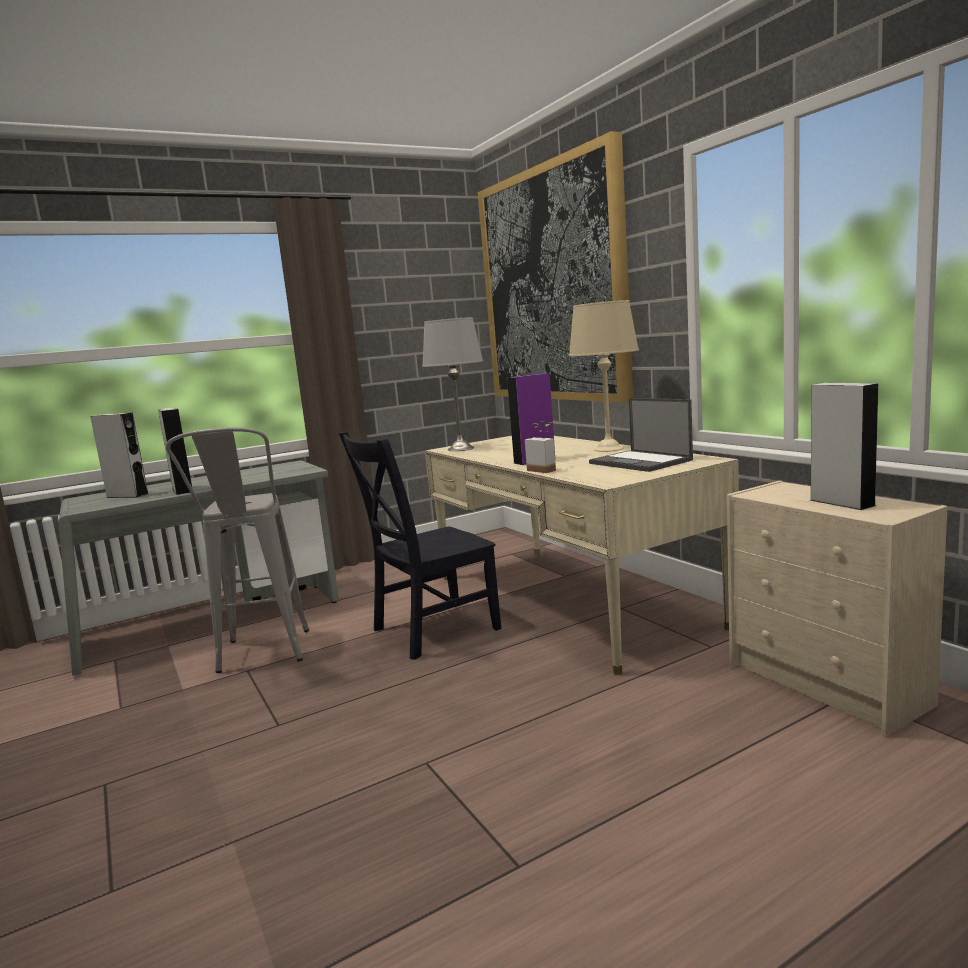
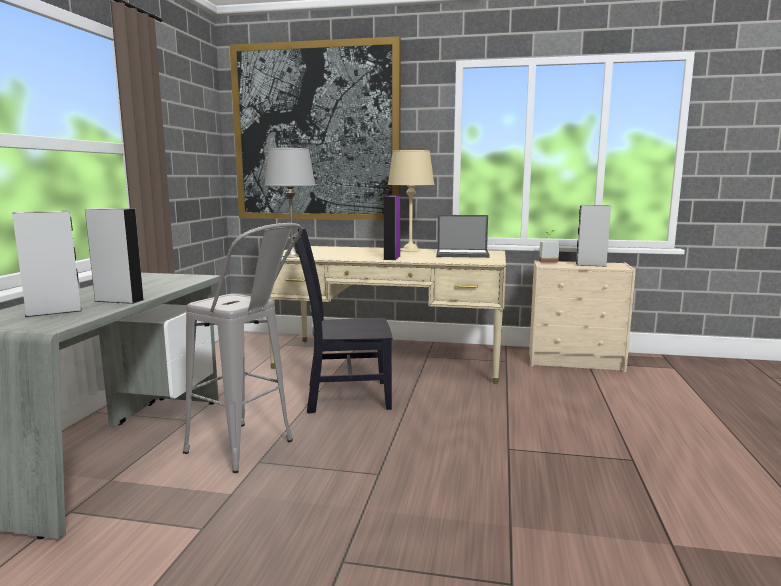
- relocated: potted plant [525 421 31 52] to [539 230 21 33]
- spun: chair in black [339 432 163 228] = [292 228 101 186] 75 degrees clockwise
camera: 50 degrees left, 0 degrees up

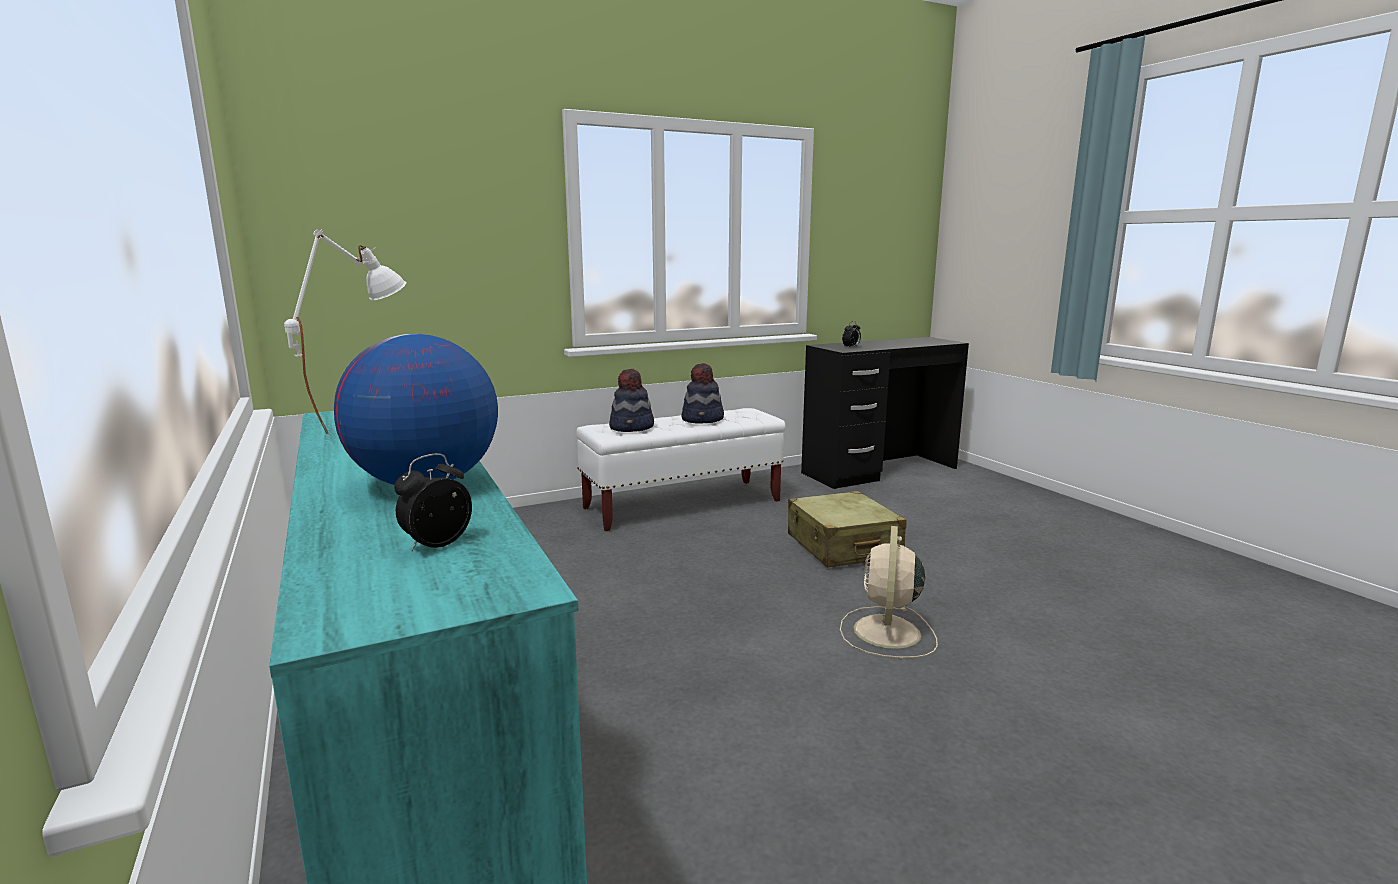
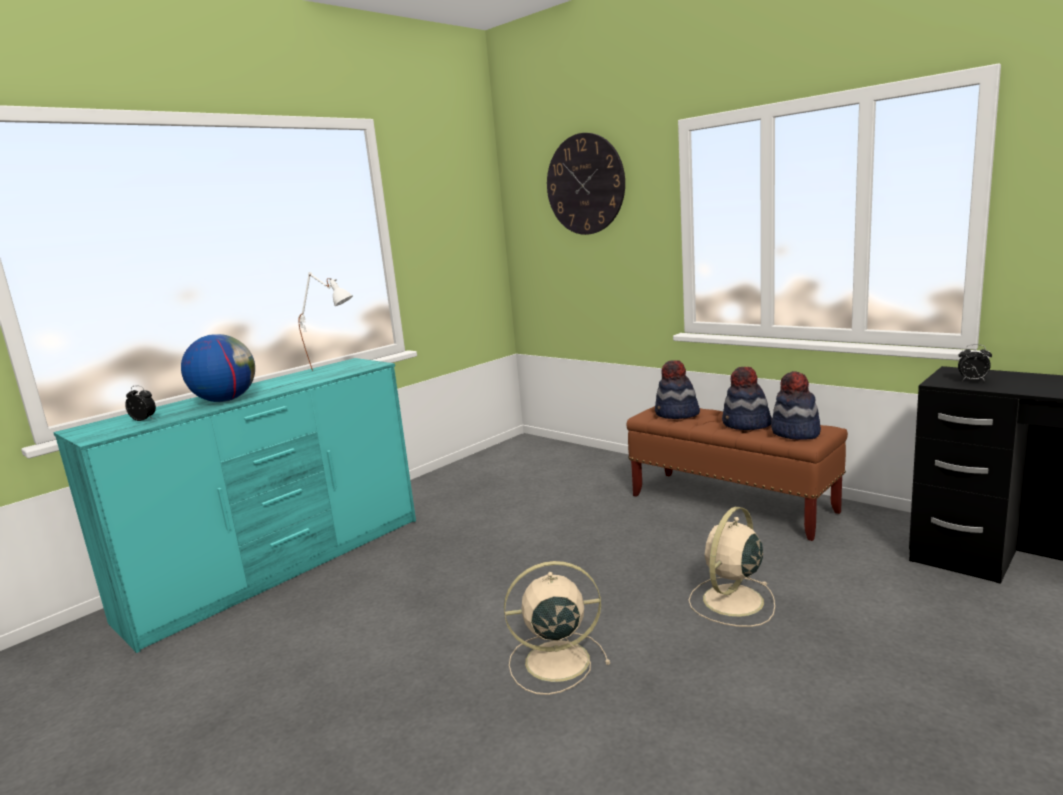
- appeared: wall clock [547 133 78 102]
- appeared: hat [771 371 50 69]
- exchanged: suitcase in beige [788 491 119 77] to fan in beige [689 507 86 120]
- colour: bench in white [576 408 210 123] to bench in brown [626 406 222 135]
camera: 70 degrees right, 0 degrees up

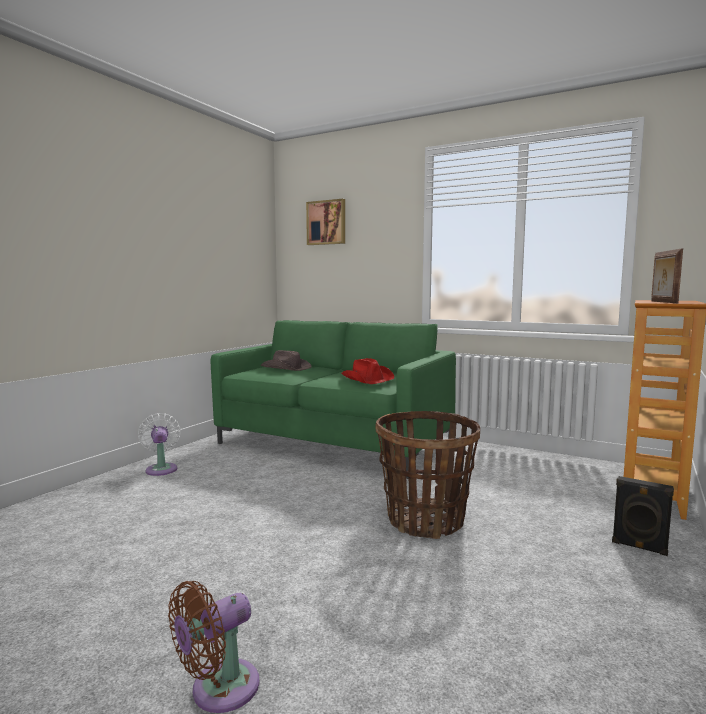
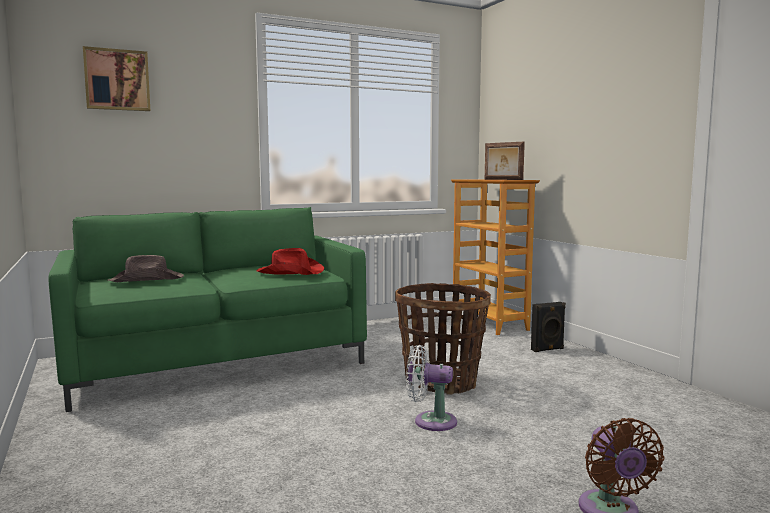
- relocated: fan in white [138 413 42 63] to [406 345 51 86]
camera: 55 degrees left, 0 degrees up

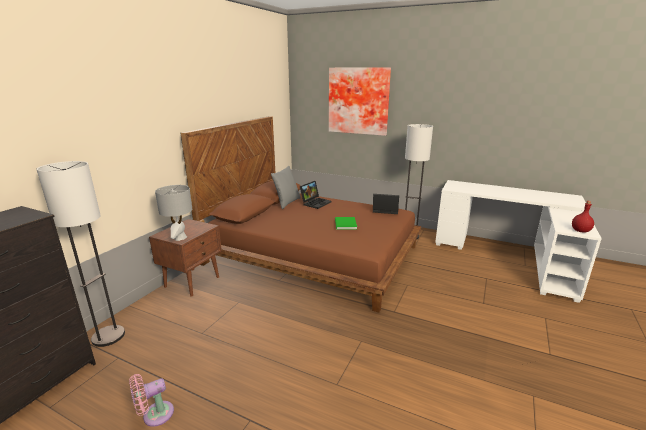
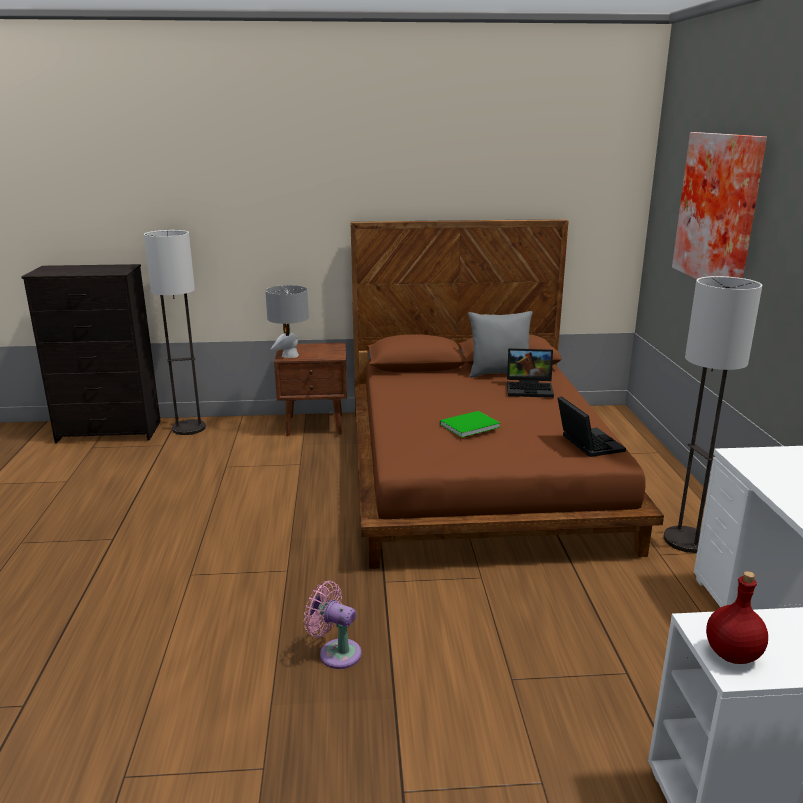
- relocated: fan in pink [129 374 45 53] to [304 581 58 88]
camera: 60 degrees right, 0 degrees up

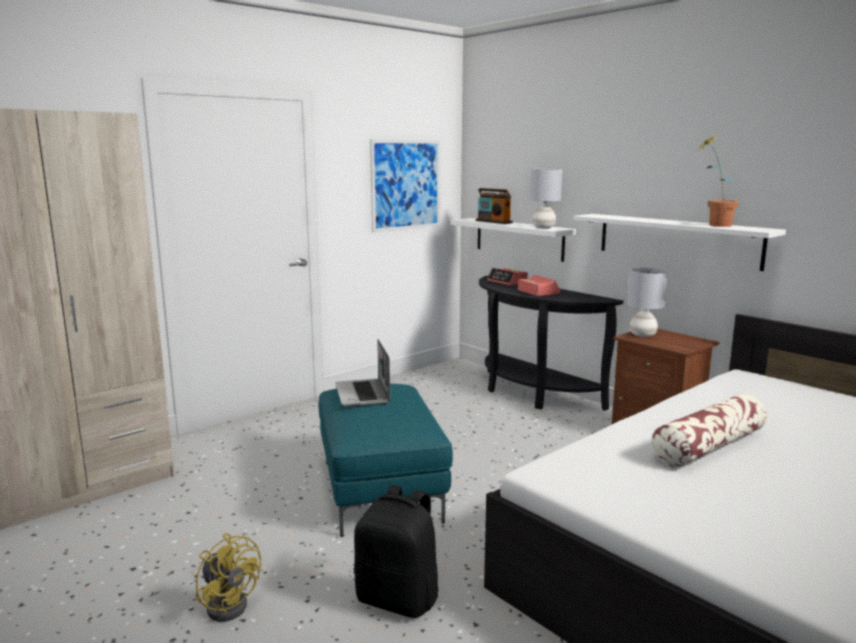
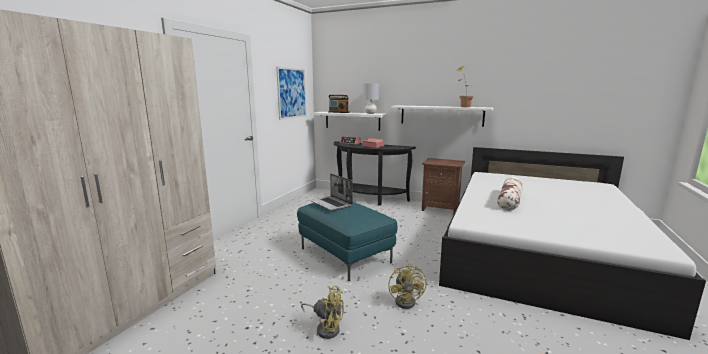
- missing: table lamp in grey [627 267 40 70]
- exchanged: backpack in black [354 485 85 133] to fan in yellow [388 264 39 45]
camera: 25 degrees left, 0 degrees up

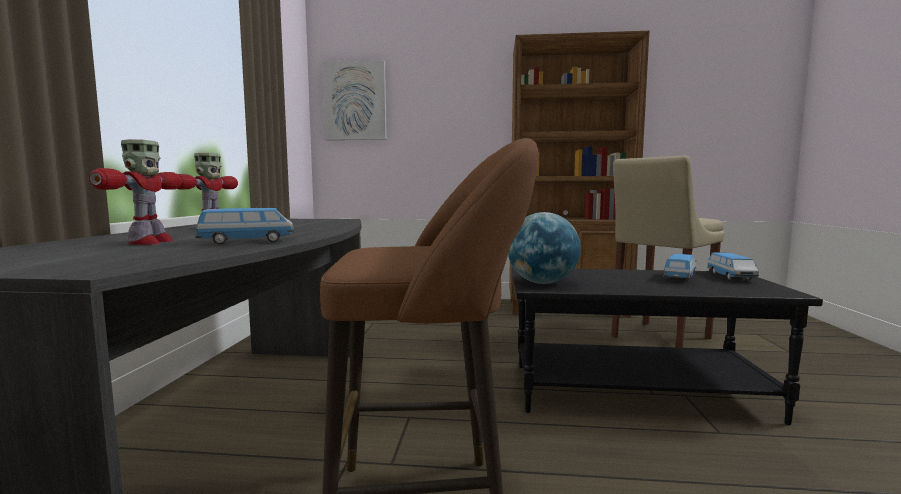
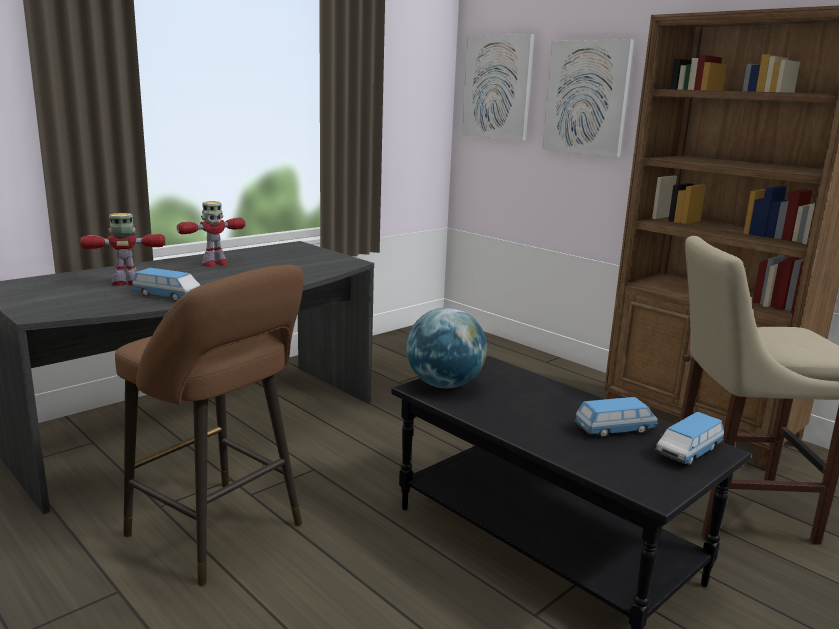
- appeared: picture [542 39 92 118]
- spun: toy robot [88 139 94 106] = [80 213 85 73] 150 degrees counterclockwise
camera: 40 degrees right, 10 degrees up

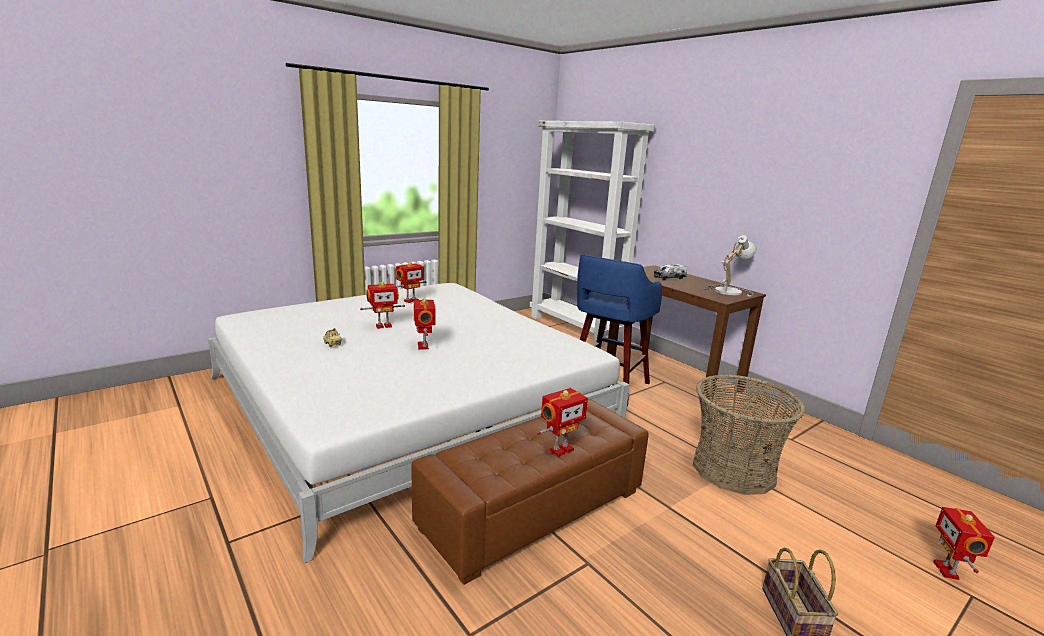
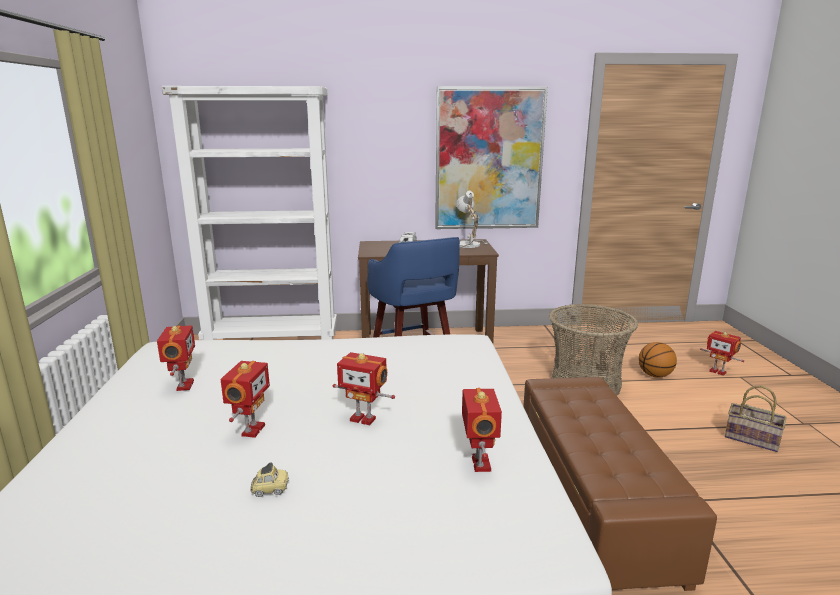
- appeared: picture [435 87 113 142]
- appeared: basketball [639 342 38 36]
- relocated: toy robot [537 388 51 69] to [462 388 40 84]
camera: 55 degrees left, 0 degrees up

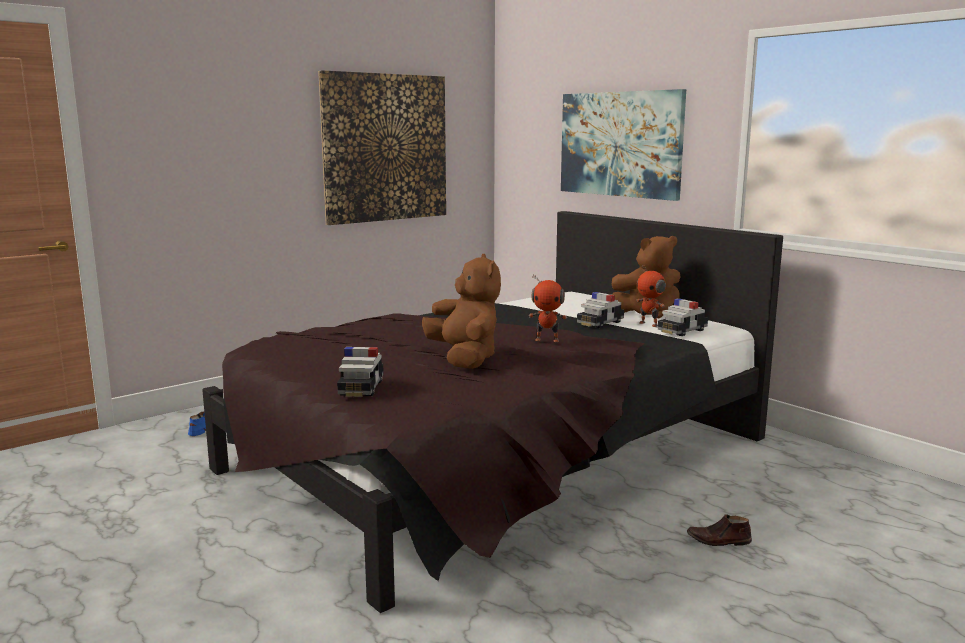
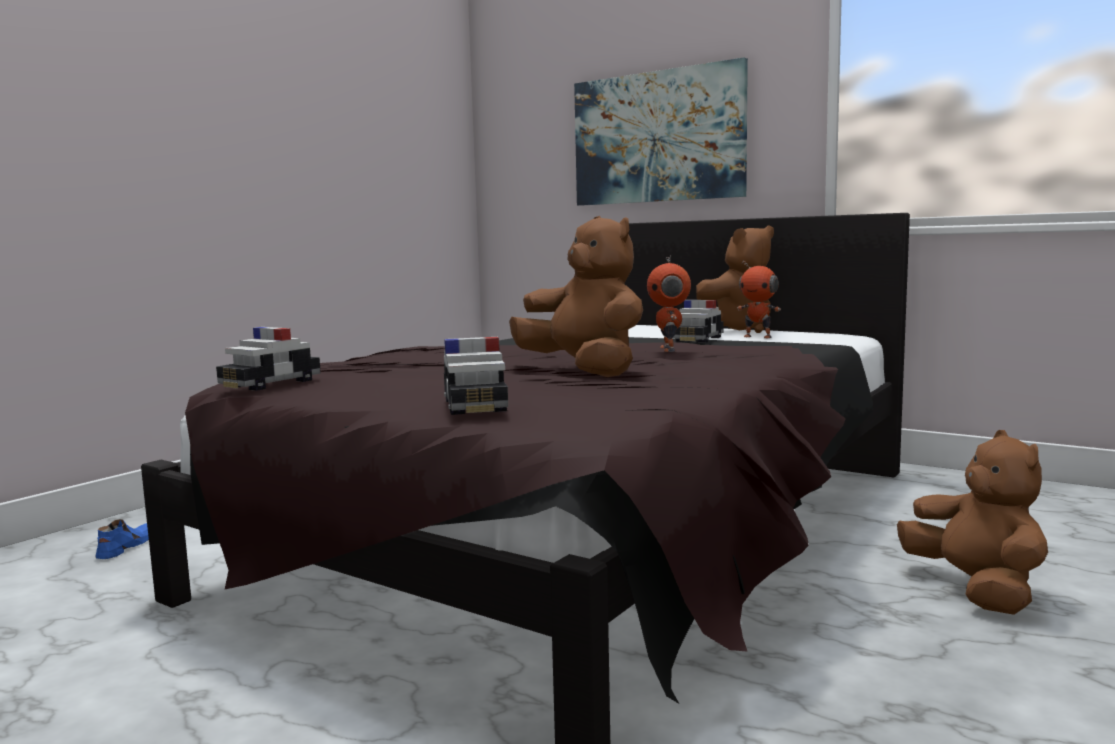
- missing: picture [318 70 128 155]
- relocated: toy car [658 298 50 38] to [216 327 105 64]
- exchanged: shoe in brown [687 514 65 32] to plush toy in brown [897 430 151 185]
- spun: toy robot [529 274 38 68] = [647 256 44 96] 90 degrees clockwise
camera: 15 degrees left, 5 degrees down

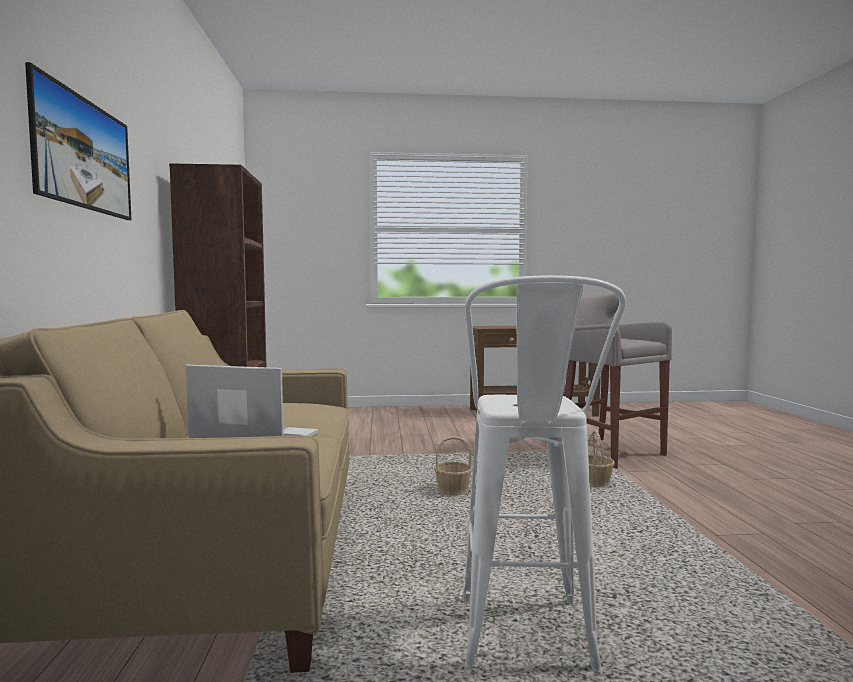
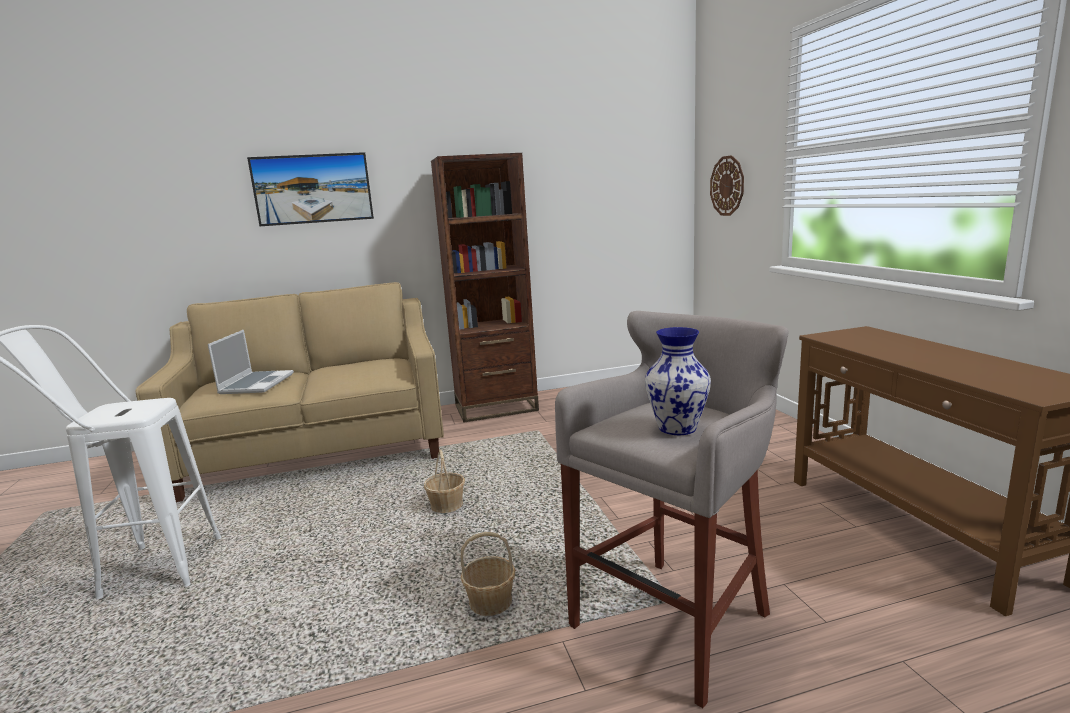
- appeared: vase [645 327 66 108]
- appeared: wall clock [710 155 34 61]
camera: 80 degrees right, 10 degrees up

